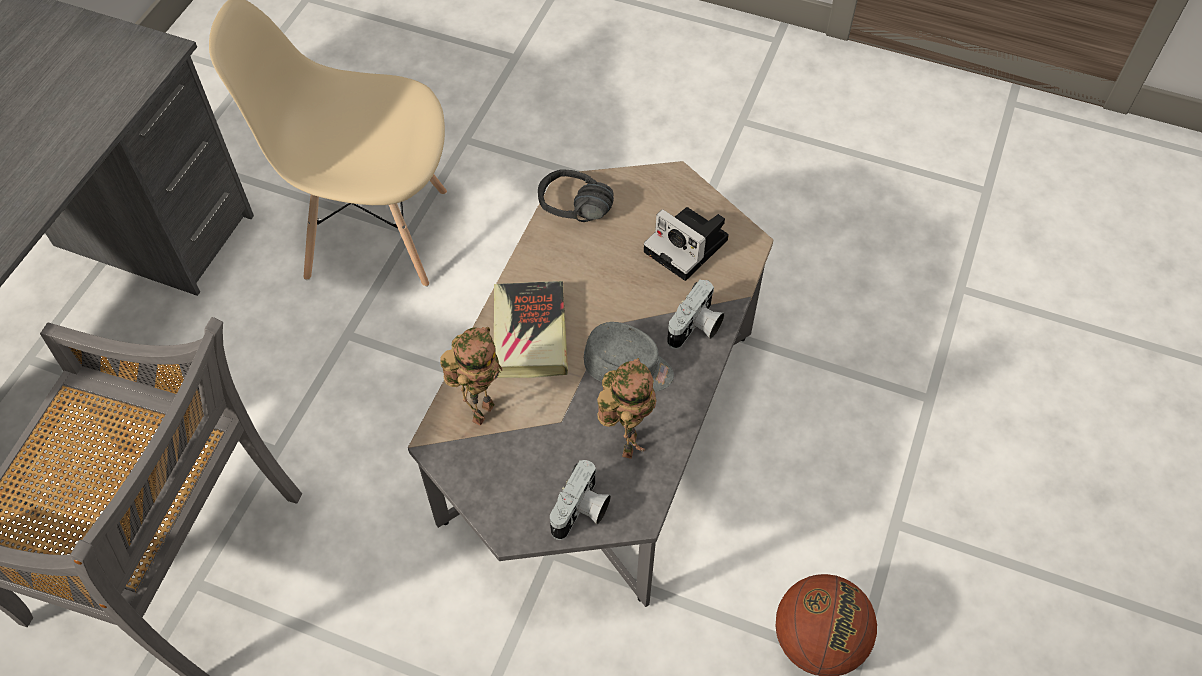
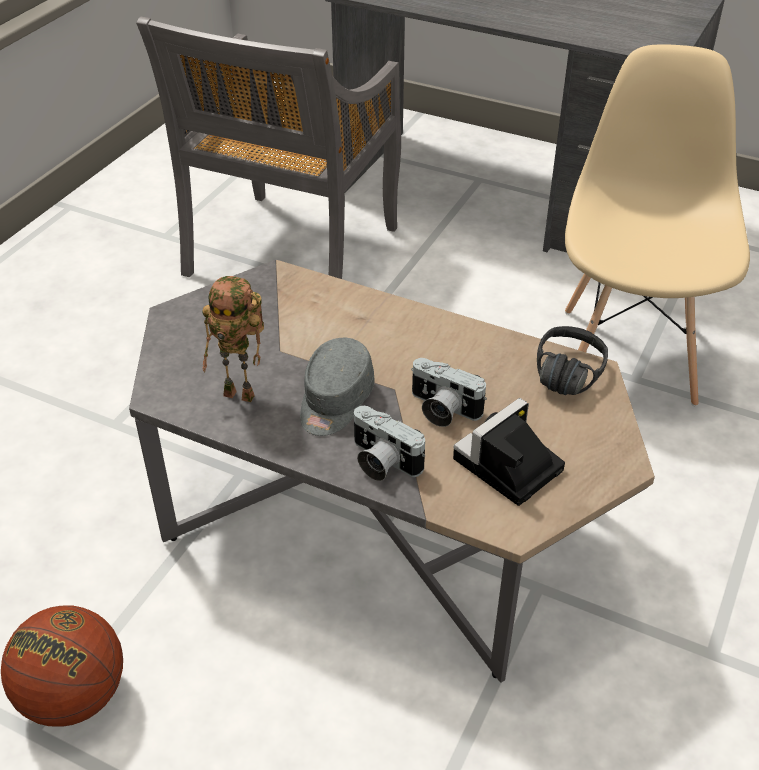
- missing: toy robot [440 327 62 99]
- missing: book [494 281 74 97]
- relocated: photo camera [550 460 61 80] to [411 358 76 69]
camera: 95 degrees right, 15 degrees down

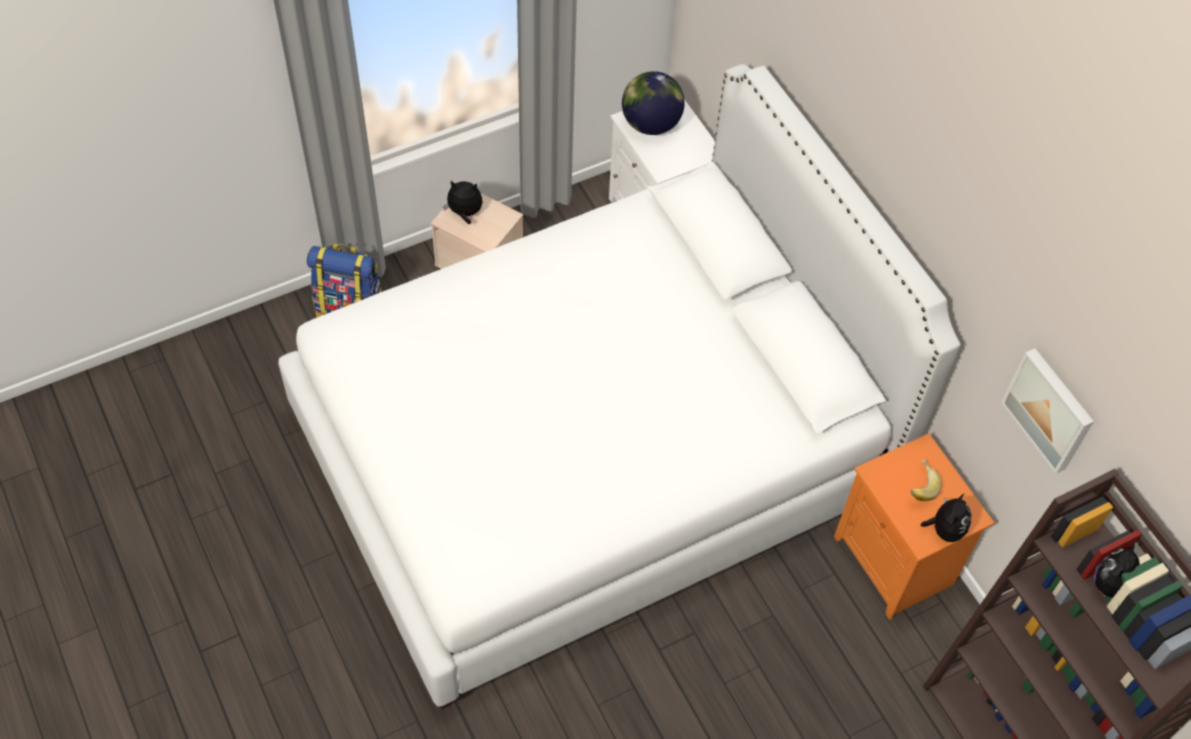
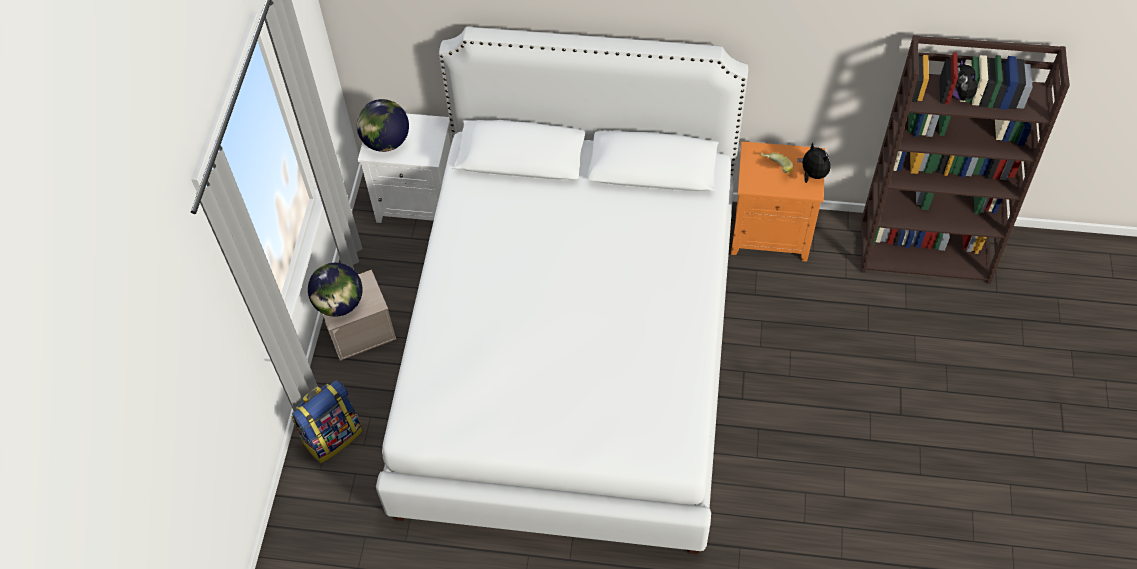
- missing: picture [1001 348 93 126]
- exchanged: plush toy [443 181 39 43] to globe [308 263 55 54]
camera: 50 degrees left, 0 degrees up

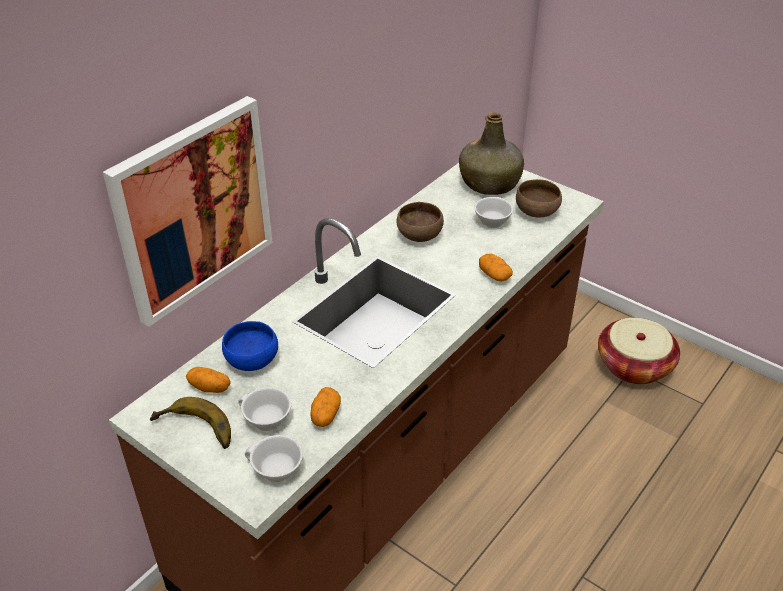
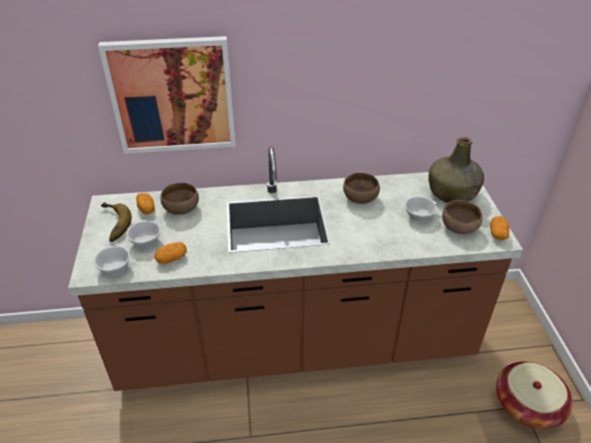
- relocated: potato [479 254 34 28] to [490 216 19 24]
- colour: bowl in blue [222 321 56 50] to bowl in brown [160 183 39 32]
camera: 45 degrees right, 0 degrees up

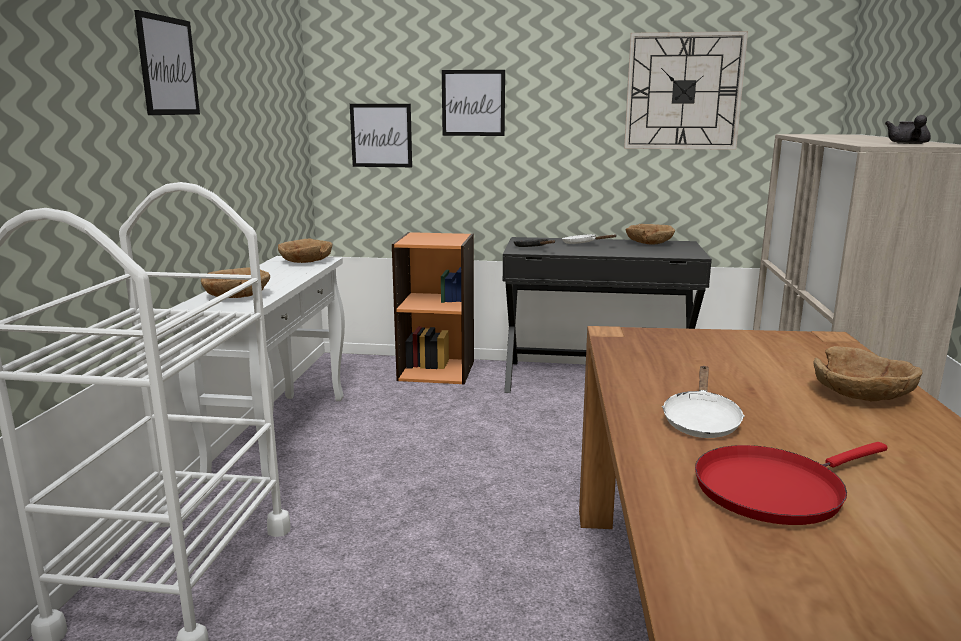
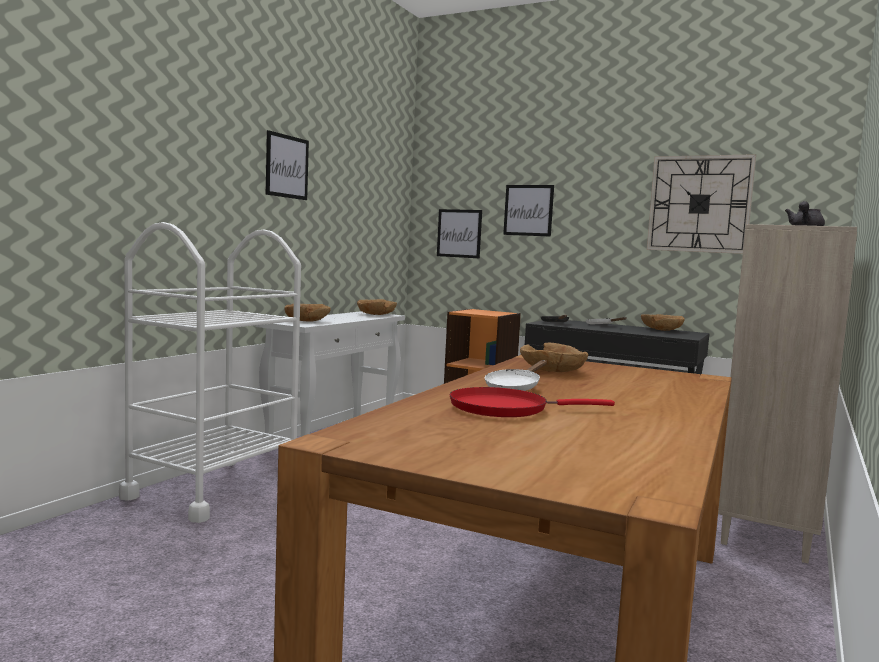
- relocated: bowl in brown [813 346 110 55] to [520 343 68 29]
camera: 20 degrees right, 10 degrees down

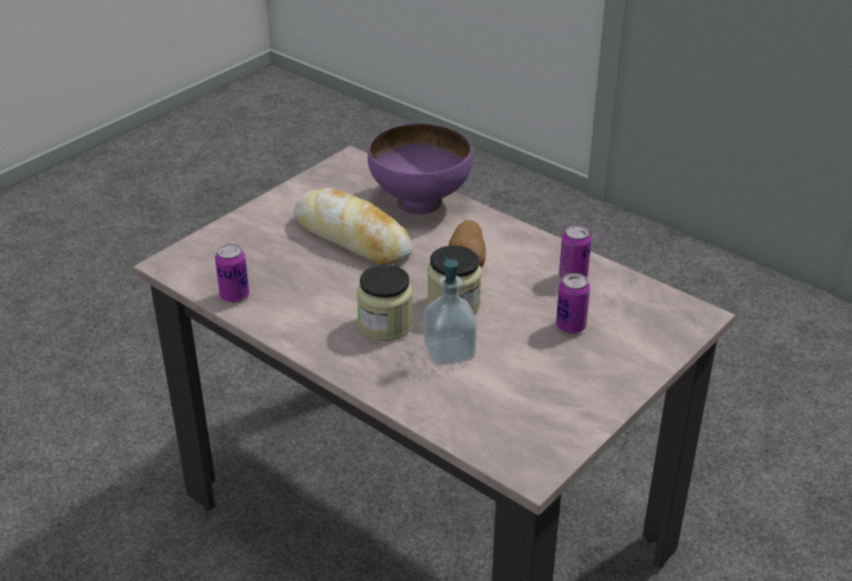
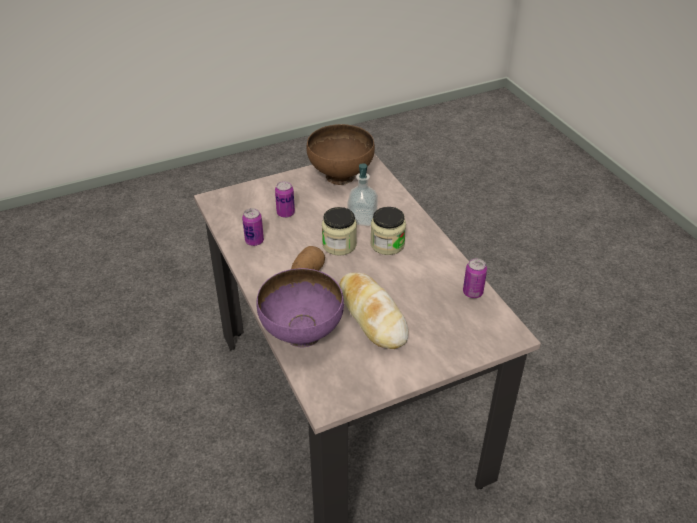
- appeared: bowl in brown [307 124 68 61]
camera: 155 degrees left, 5 degrees up

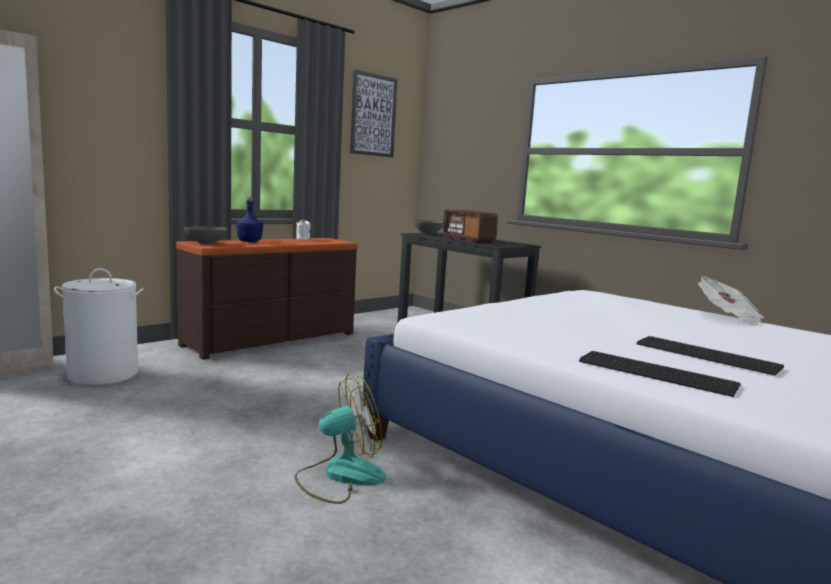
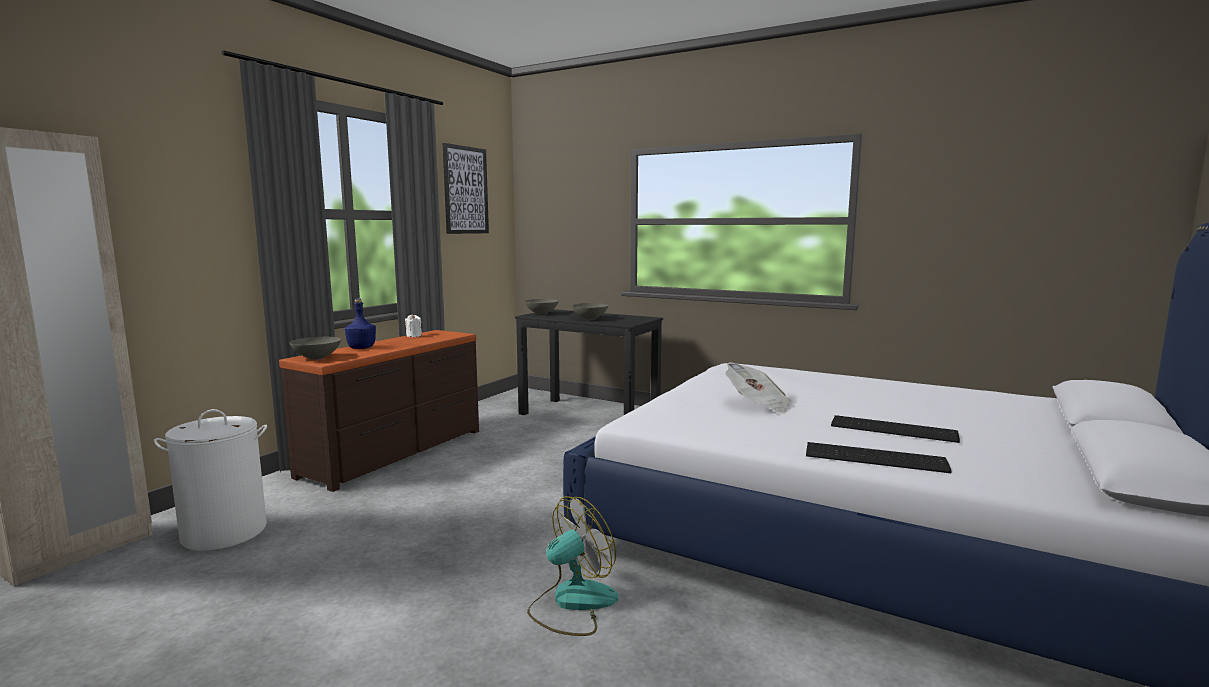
- relocated: newspaper [698 276 66 50] to [725 362 66 52]
- exchanged: radio [443 209 55 34] to bowl in grey [572 303 36 17]
camera: 15 degrees left, 0 degrees up

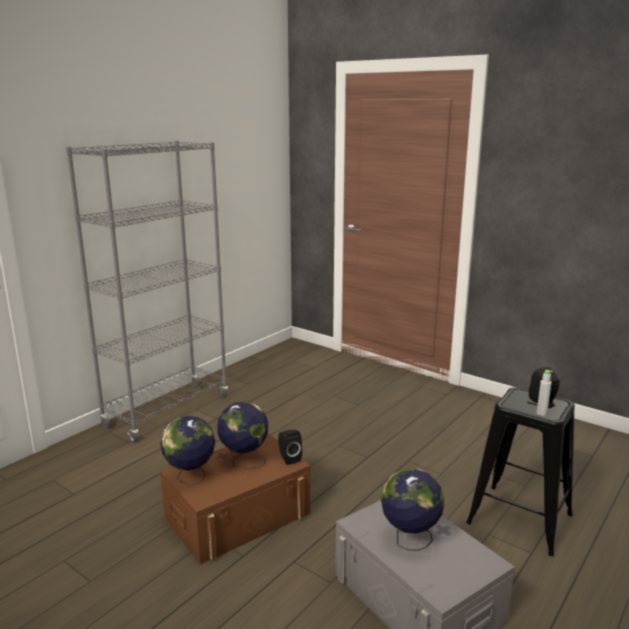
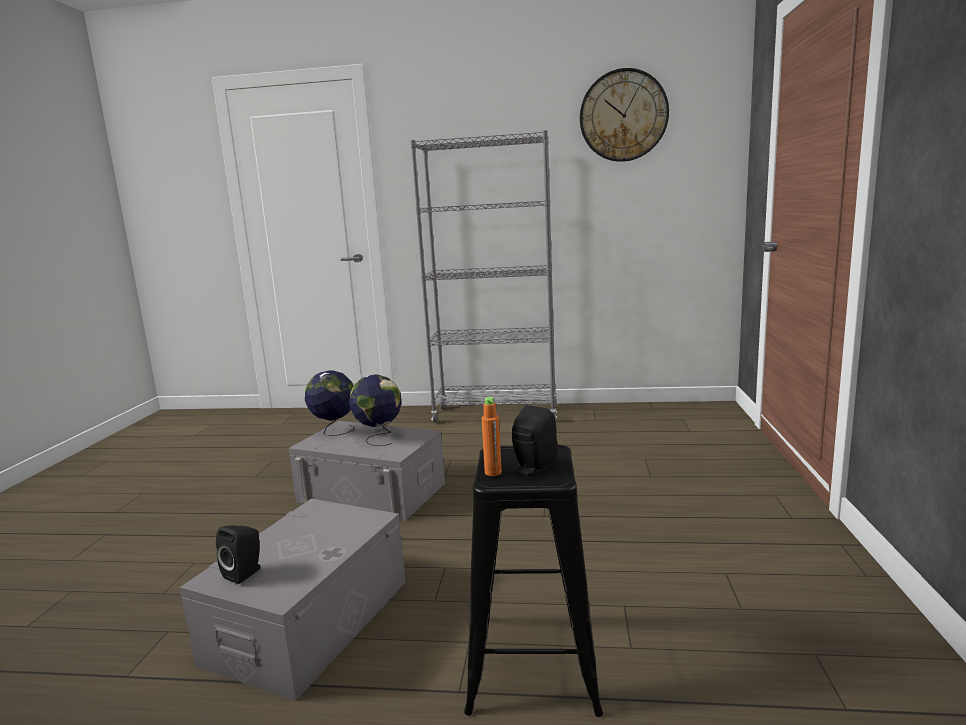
- missing: globe [381 469 63 82]
- appeared: wall clock [580 68 89 94]
- relocated: speaker in black [278 429 24 36] to [216 525 45 59]
- colour: storage box in brown [160 433 150 132] to storage box in grey [288 421 157 100]
- colour: bottle in grey [536 370 17 46] to bottle in orange [481 397 21 79]
camera: 60 degrees right, 5 degrees down

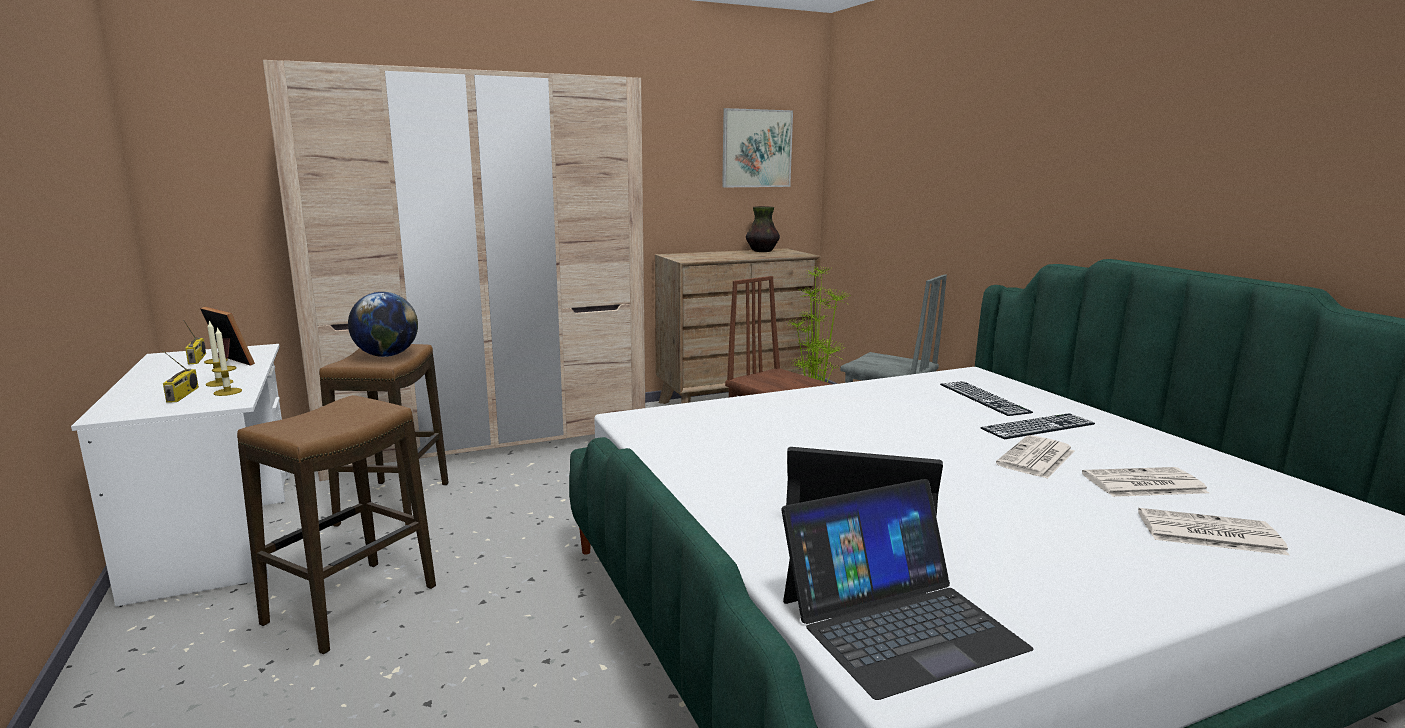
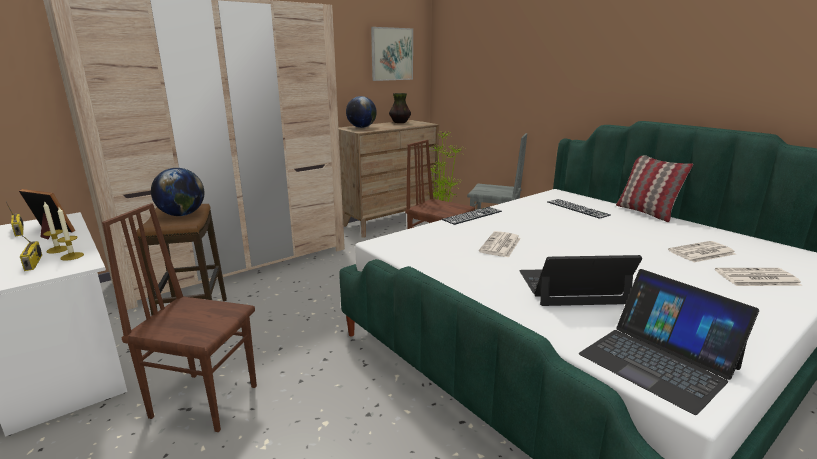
- appeared: globe [346 96 31 32]
- appeared: pillow [616 155 77 67]
- relocated: keyboard [980 413 115 26] to [442 207 60 18]
- relocated: newspaper [996 435 78 44] to [479 231 42 27]
- exchanged: stool [237 395 199 259] to chair in brown [102 203 155 229]
- spun: laptop [781 479 253 221] = [579 269 180 146] 90 degrees clockwise
camera: 15 degrees left, 5 degrees up

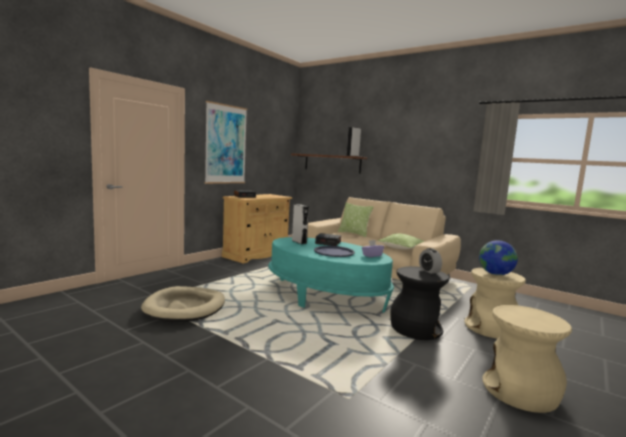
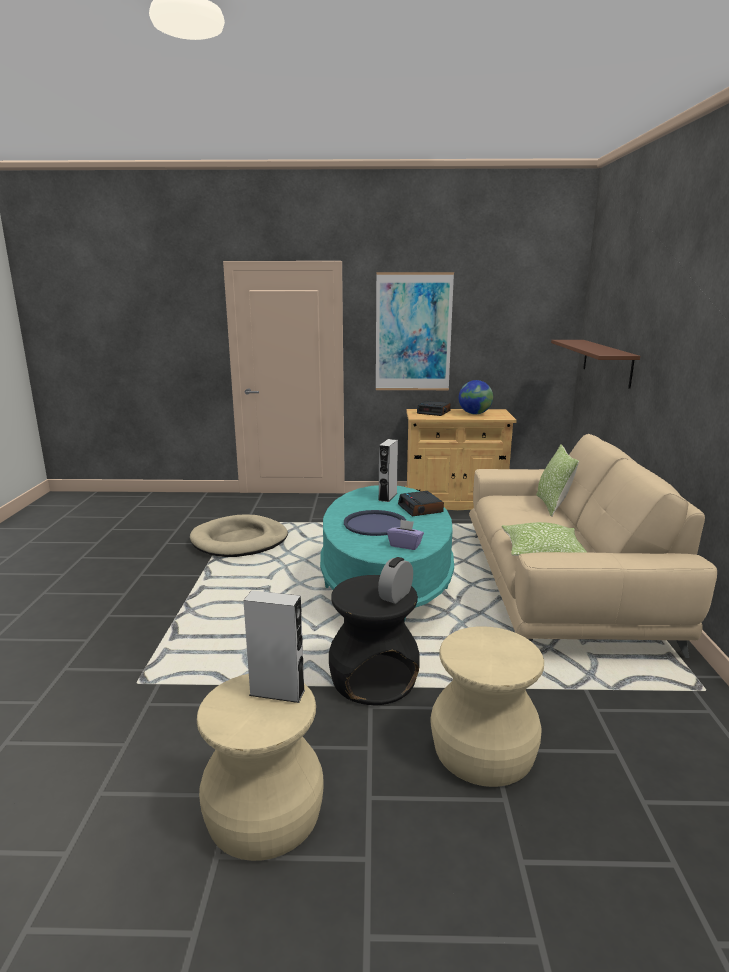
- relocated: speaker in grey [347 127 14 30] to [243 590 62 113]
- relocated: globe [479 240 39 35] to [459 380 34 35]
camera: 55 degrees right, 10 degrees up

